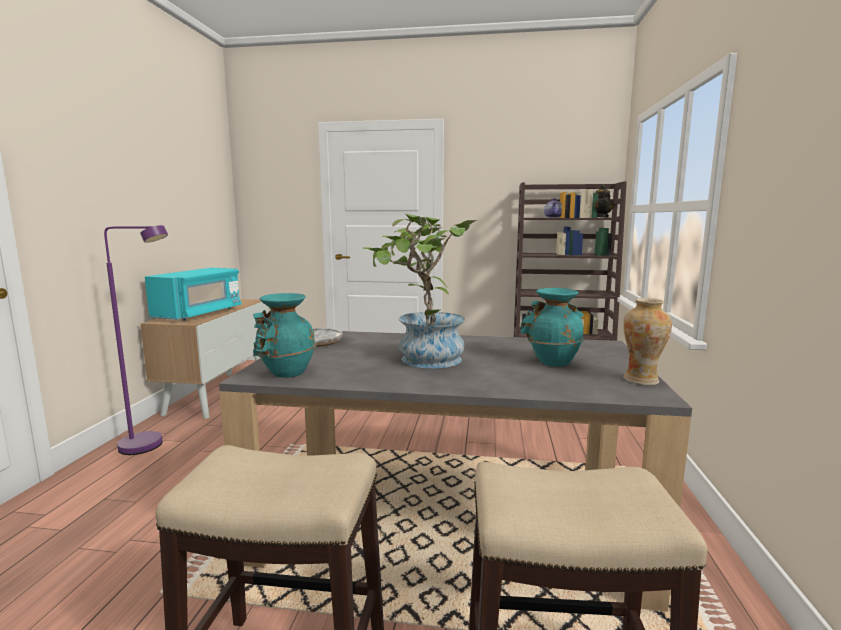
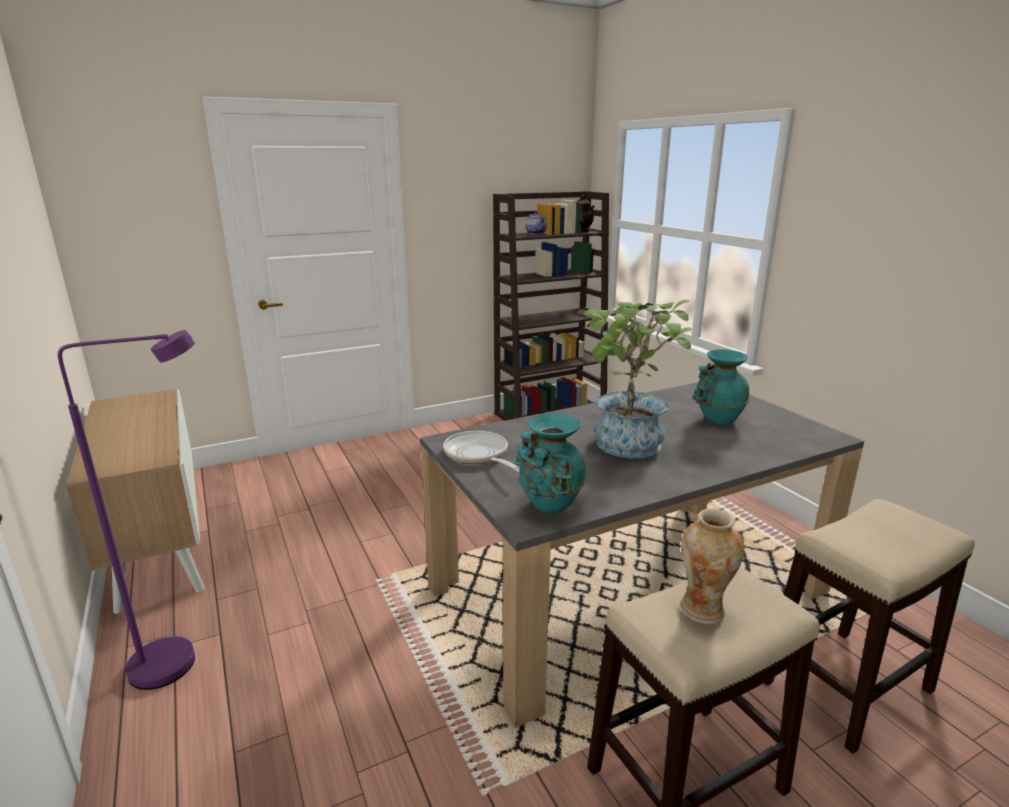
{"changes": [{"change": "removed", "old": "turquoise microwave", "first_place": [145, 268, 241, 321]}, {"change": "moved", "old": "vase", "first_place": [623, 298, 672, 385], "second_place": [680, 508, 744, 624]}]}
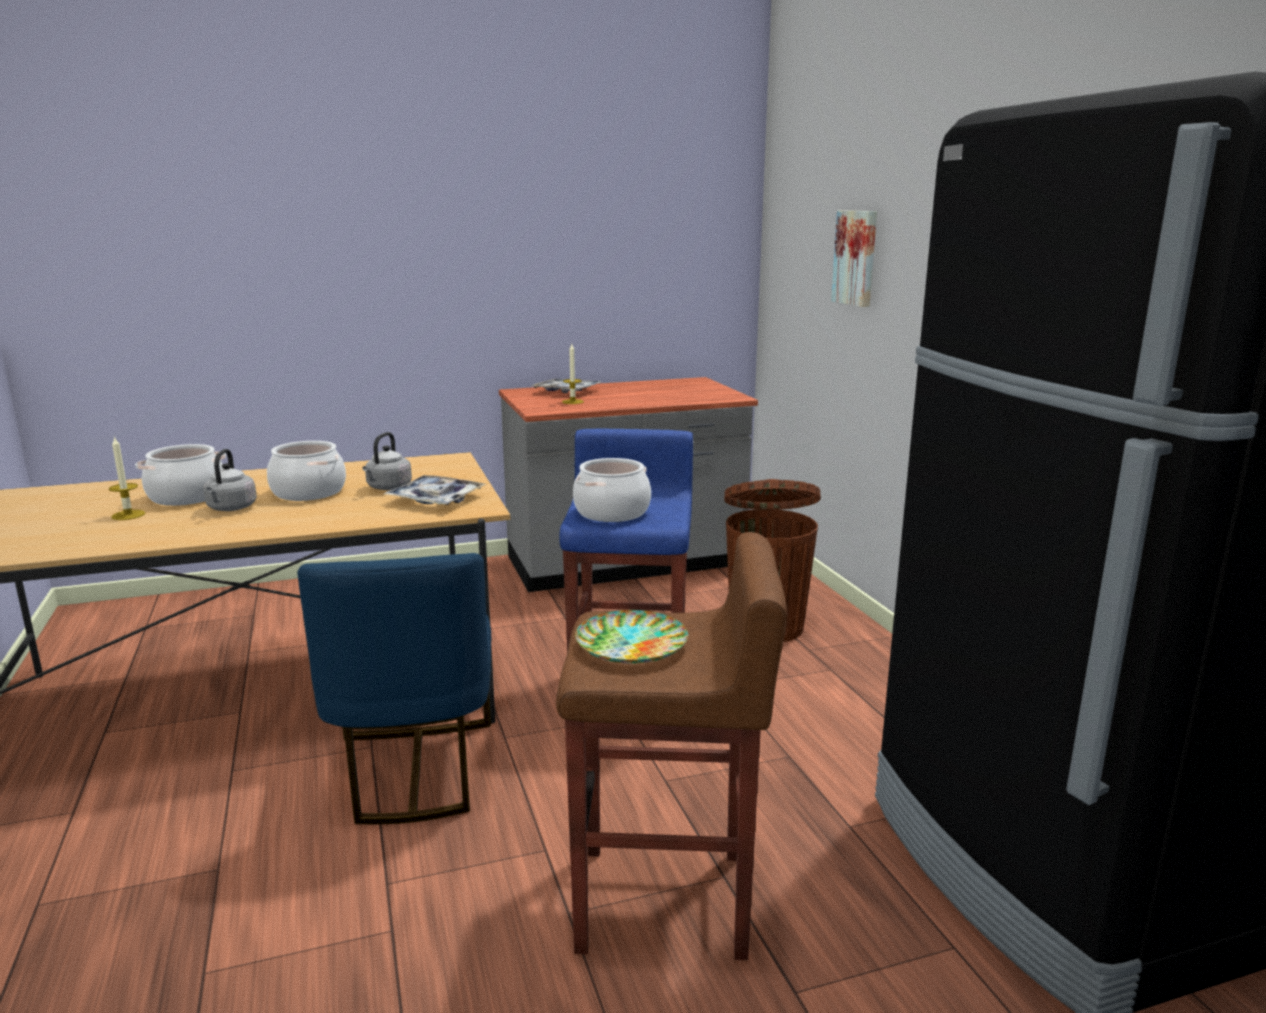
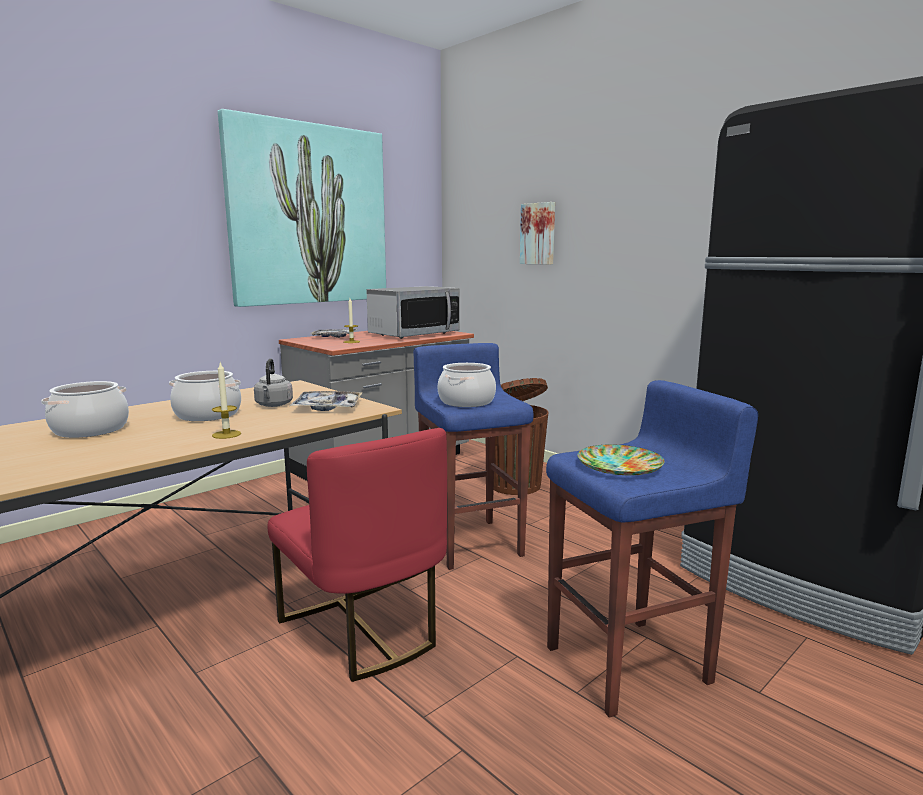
{"changes": [{"change": "removed", "old": "grey kettle", "first_place": [203, 449, 257, 511]}, {"change": "added", "new": "picture", "second_place": [218, 109, 386, 307]}, {"change": "added", "new": "microwave", "second_place": [366, 286, 460, 339]}, {"change": "moved", "old": "candle", "first_place": [109, 436, 145, 520], "second_place": [212, 363, 241, 439]}, {"change": "recoloured", "old": "blue chair", "new": "red chair", "first_place": [297, 553, 491, 824], "second_place": [268, 428, 447, 682]}, {"change": "recoloured", "old": "brown stool", "new": "blue stool", "first_place": [556, 532, 787, 960], "second_place": [546, 380, 758, 718]}]}
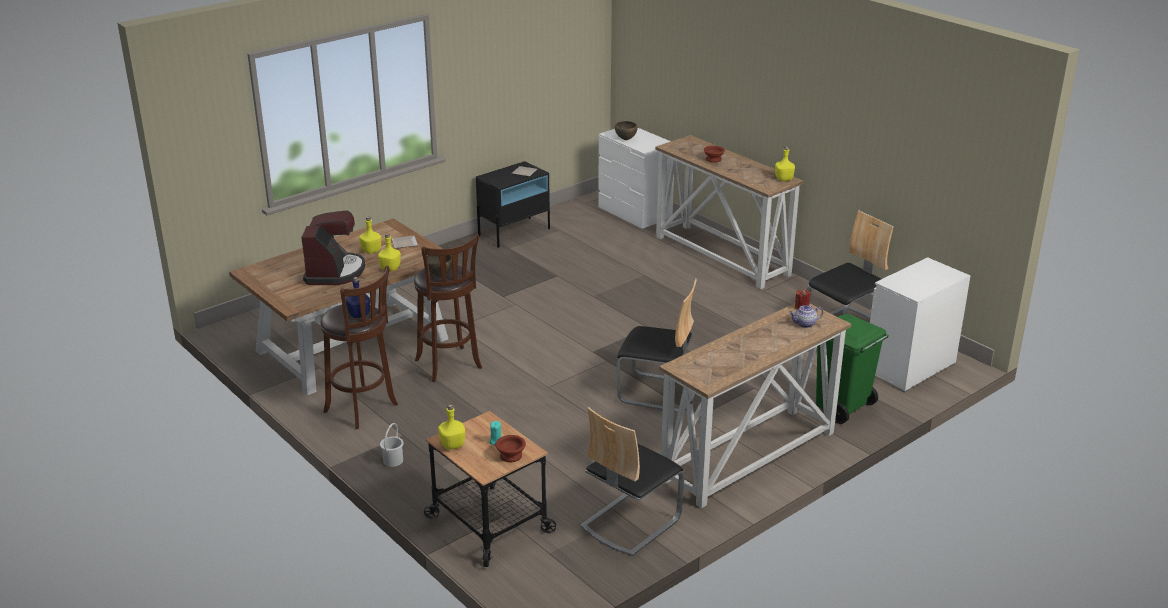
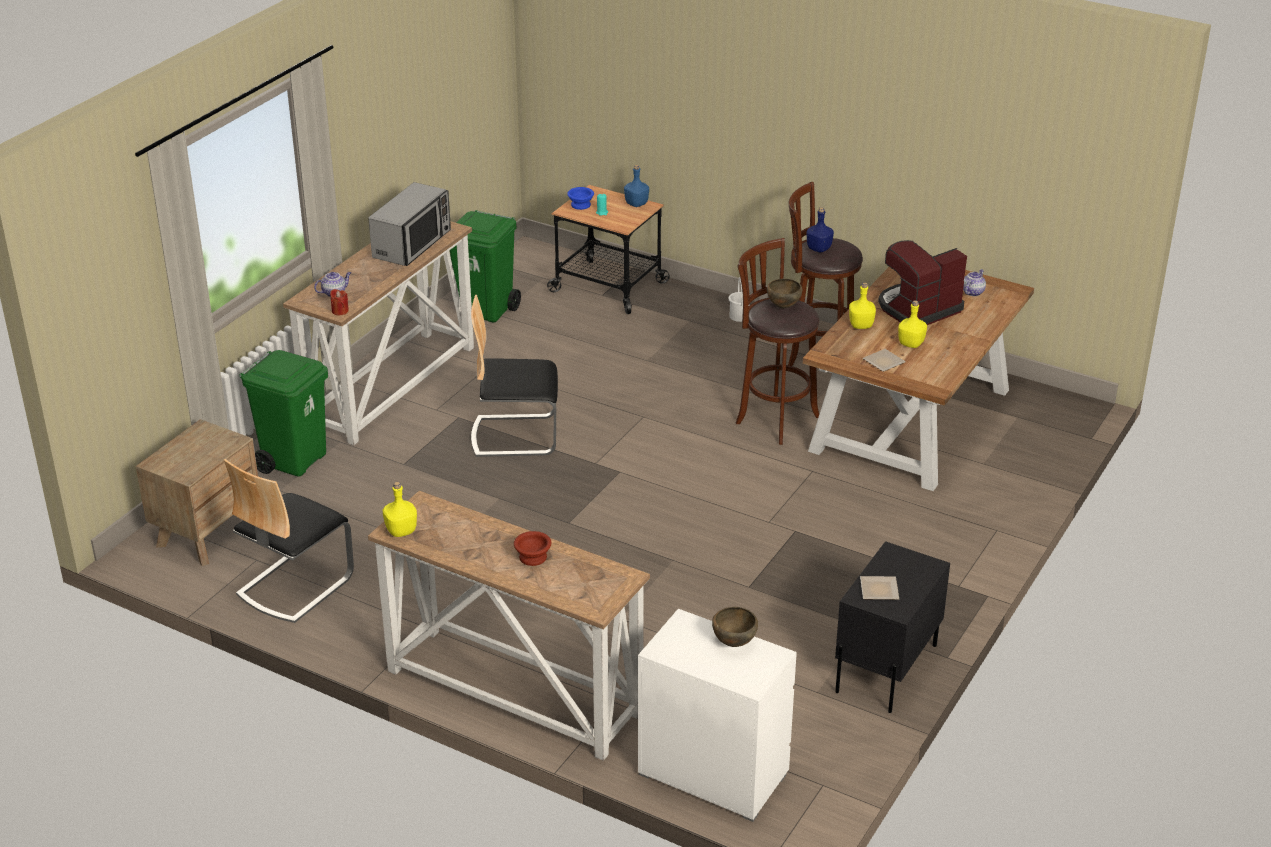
{"changes": [{"change": "added", "new": "microwave", "second_place": [368, 182, 451, 266]}, {"change": "added", "new": "teapot", "second_place": [963, 269, 986, 296]}, {"change": "replaced", "old": "chair", "new": "green trash can", "first_place": [581, 407, 684, 556], "second_place": [450, 210, 521, 322]}, {"change": "replaced", "old": "white dresser", "new": "brown nightstand", "first_place": [870, 257, 971, 393], "second_place": [136, 419, 258, 566]}, {"change": "recoloured", "old": "yellow bottle", "new": "blue bottle", "first_place": [438, 404, 465, 450], "second_place": [624, 165, 649, 207]}, {"change": "recoloured", "old": "brown bowl", "new": "blue bowl", "first_place": [496, 435, 526, 462], "second_place": [567, 187, 594, 210]}, {"change": "turned", "old": "coffee machine", "first_place": [301, 211, 365, 285], "second_place": [878, 240, 967, 325], "degrees": 75}]}
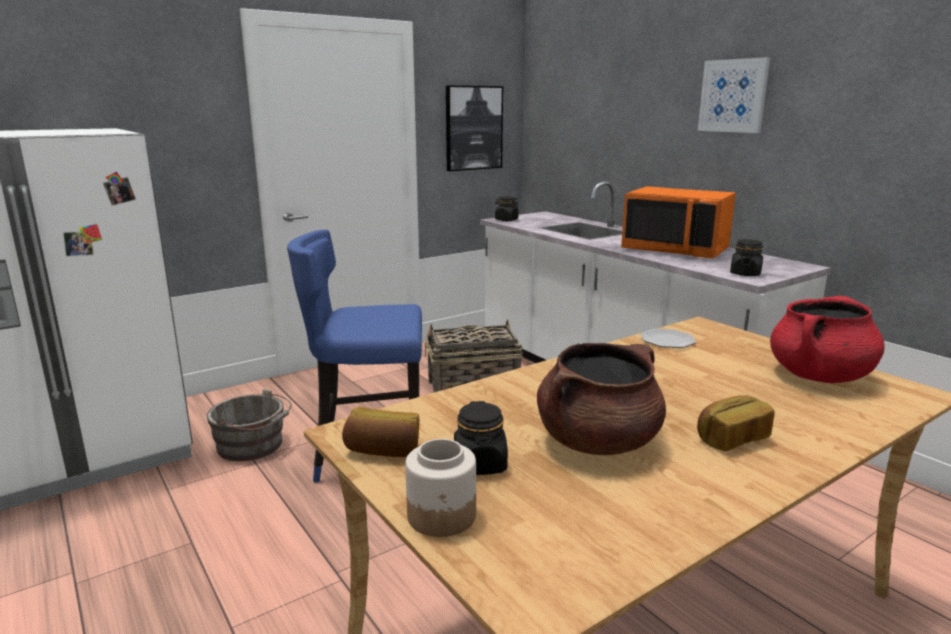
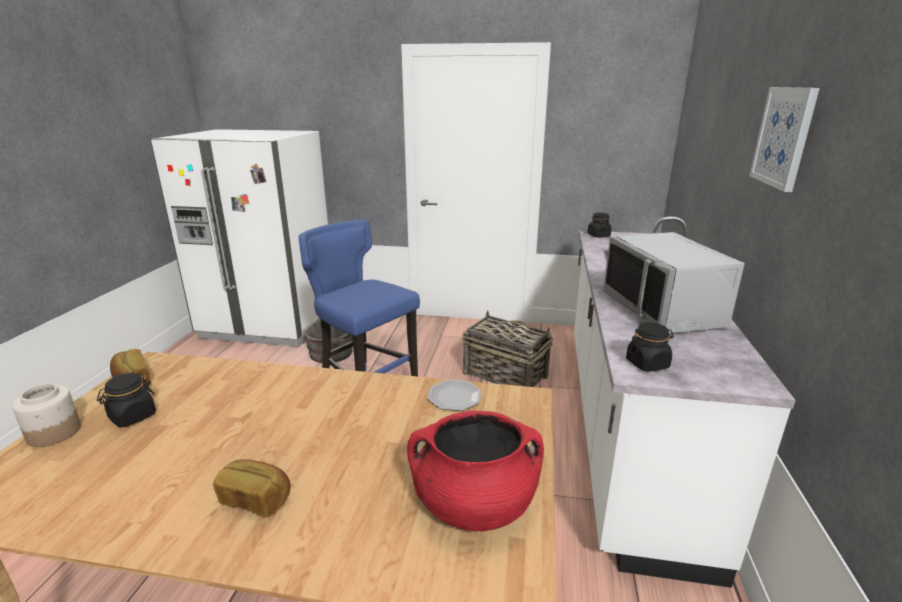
{"changes": [{"change": "removed", "old": "picture", "first_place": [446, 86, 503, 171]}, {"change": "removed", "old": "brown cooking pot", "first_place": [537, 343, 666, 455]}, {"change": "recoloured", "old": "orange microwave", "new": "grey microwave", "first_place": [621, 186, 736, 258], "second_place": [603, 232, 745, 333]}]}
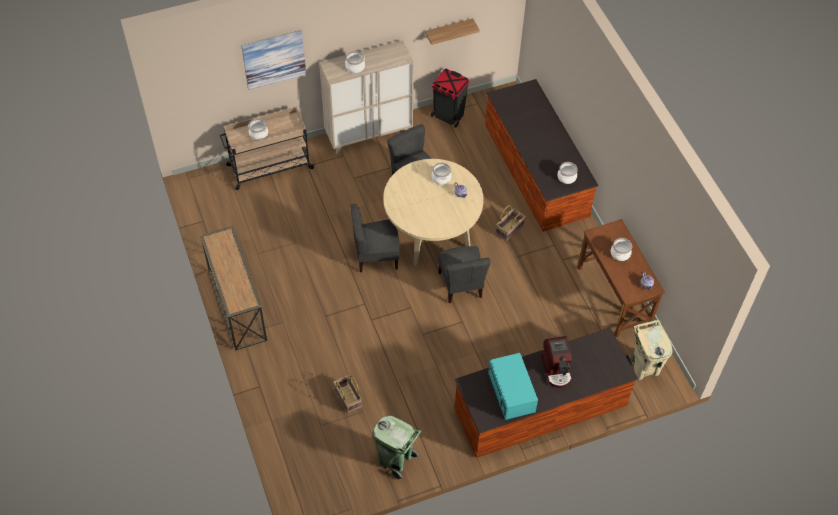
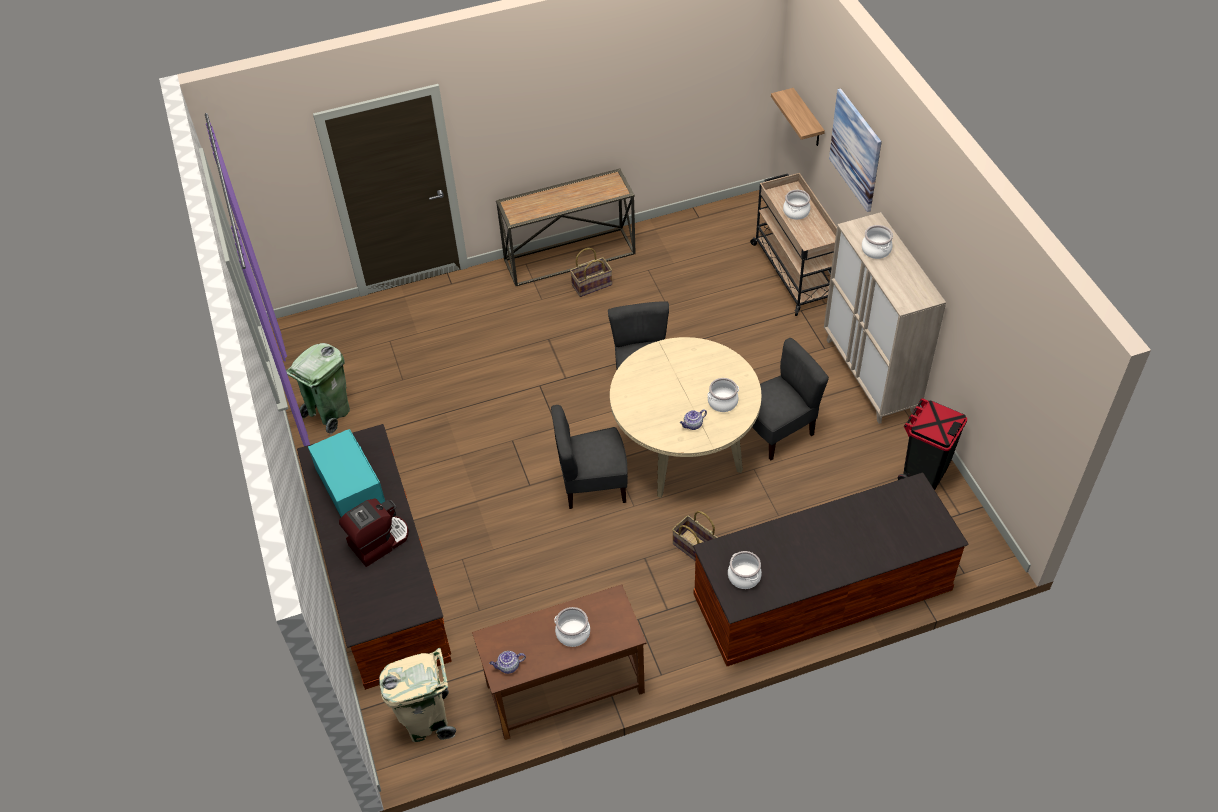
{"changes": [{"change": "moved", "old": "basket", "first_place": [333, 375, 362, 413], "second_place": [570, 248, 612, 297]}, {"change": "moved", "old": "shelf", "first_place": [425, 18, 480, 45], "second_place": [771, 88, 825, 146]}, {"change": "turned", "old": "turquoise microwave", "first_place": [488, 353, 538, 420], "second_place": [308, 429, 385, 517], "degrees": 75}, {"change": "turned", "old": "coffee machine", "first_place": [541, 336, 572, 388], "second_place": [339, 498, 409, 567], "degrees": 150}]}
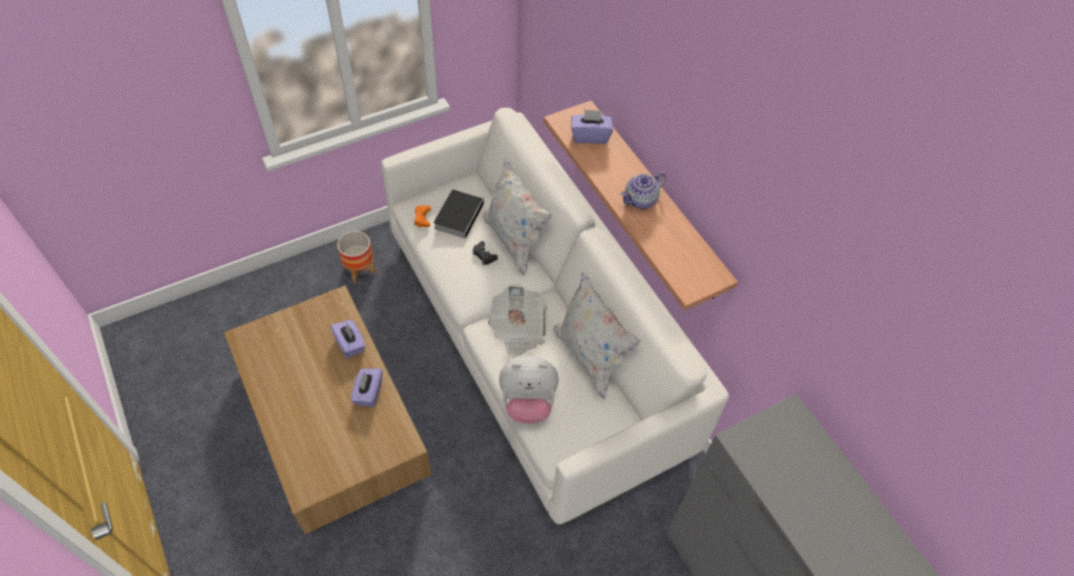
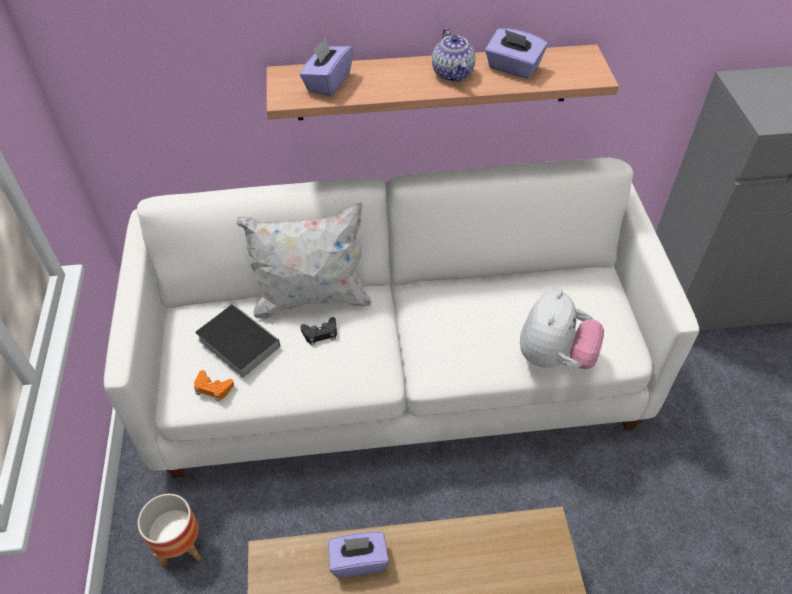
{"changes": [{"change": "removed", "old": "newspaper", "first_place": [488, 284, 547, 358]}, {"change": "removed", "old": "white pillow", "first_place": [553, 271, 641, 400]}, {"change": "moved", "old": "purple tissue box", "first_place": [351, 368, 382, 407], "second_place": [485, 28, 547, 79]}]}
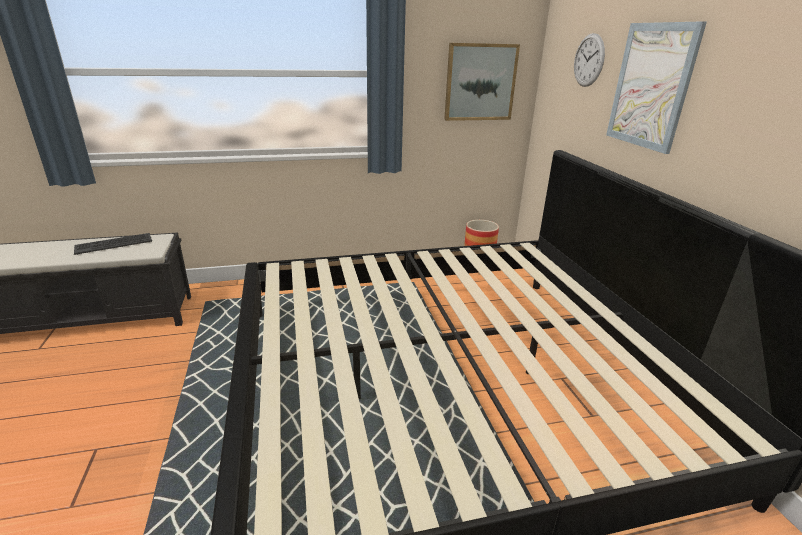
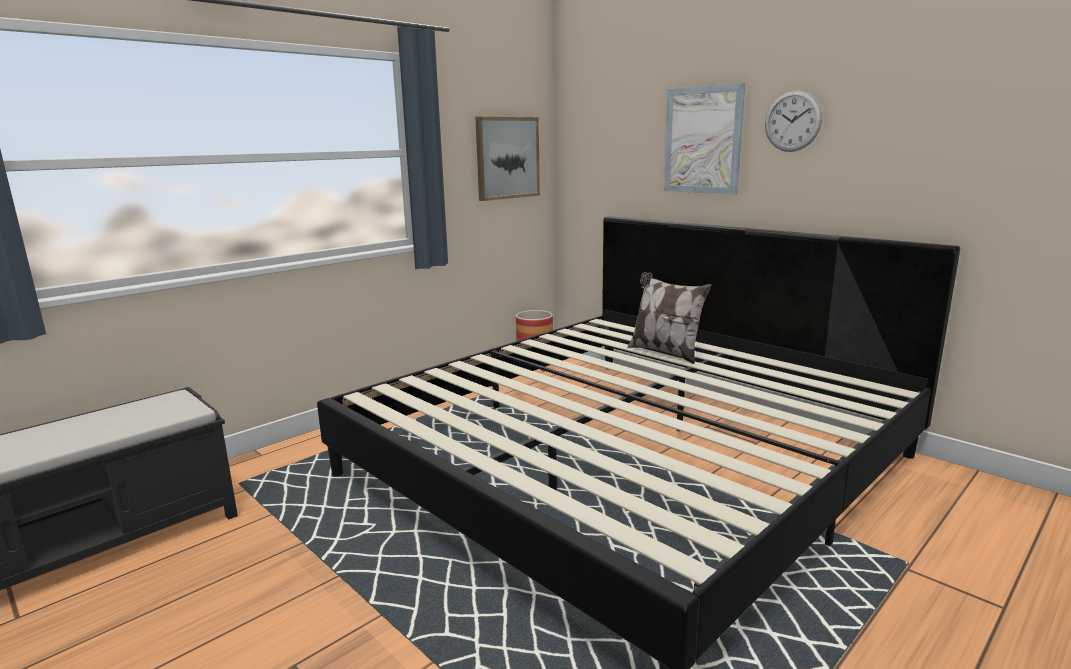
{"changes": [{"change": "removed", "old": "keyboard", "first_place": [74, 233, 152, 255]}, {"change": "added", "new": "pillow", "second_place": [627, 272, 711, 364]}, {"change": "moved", "old": "wall clock", "first_place": [574, 33, 605, 87], "second_place": [765, 90, 822, 152]}]}
